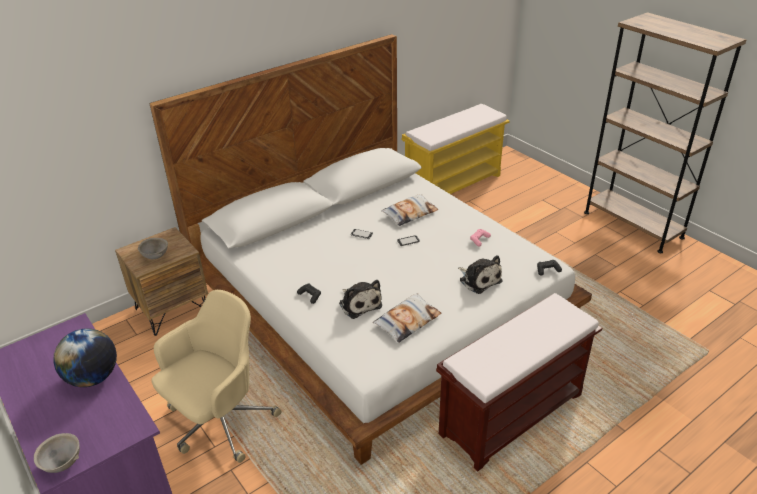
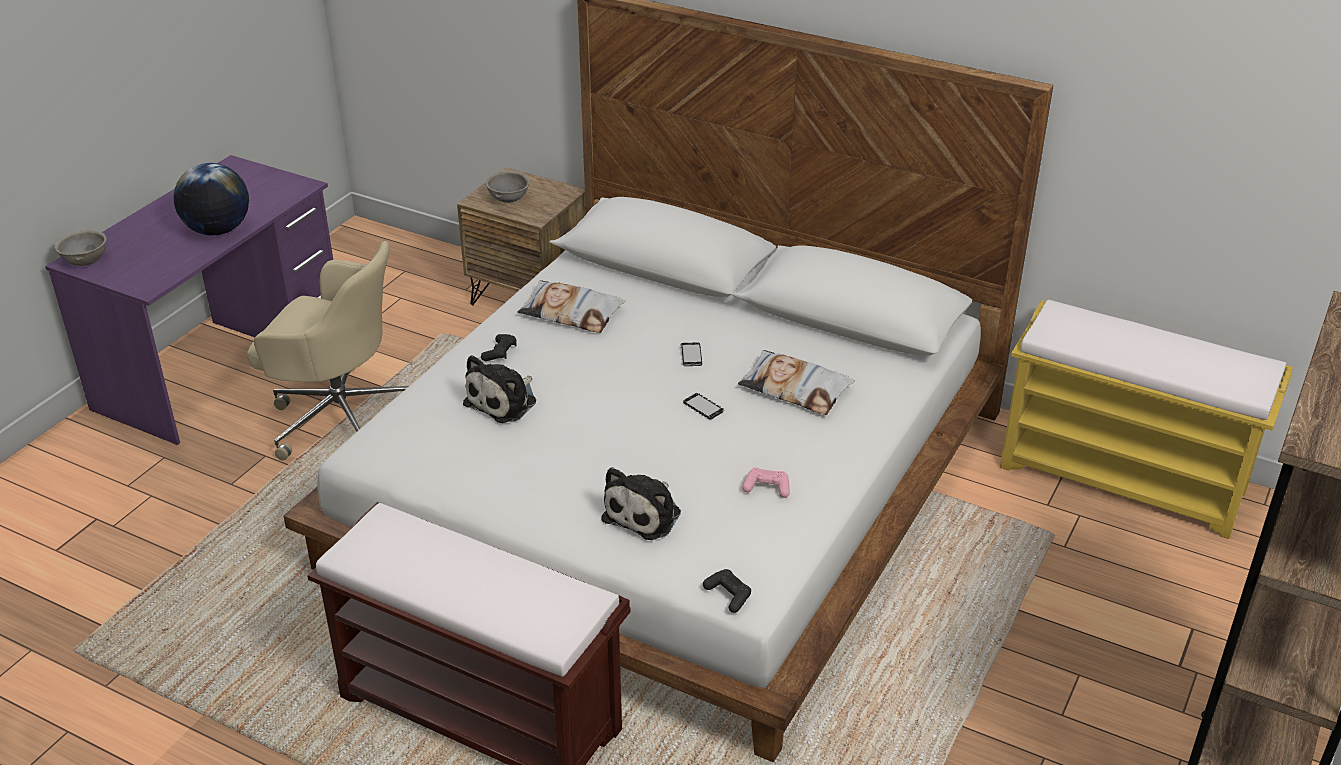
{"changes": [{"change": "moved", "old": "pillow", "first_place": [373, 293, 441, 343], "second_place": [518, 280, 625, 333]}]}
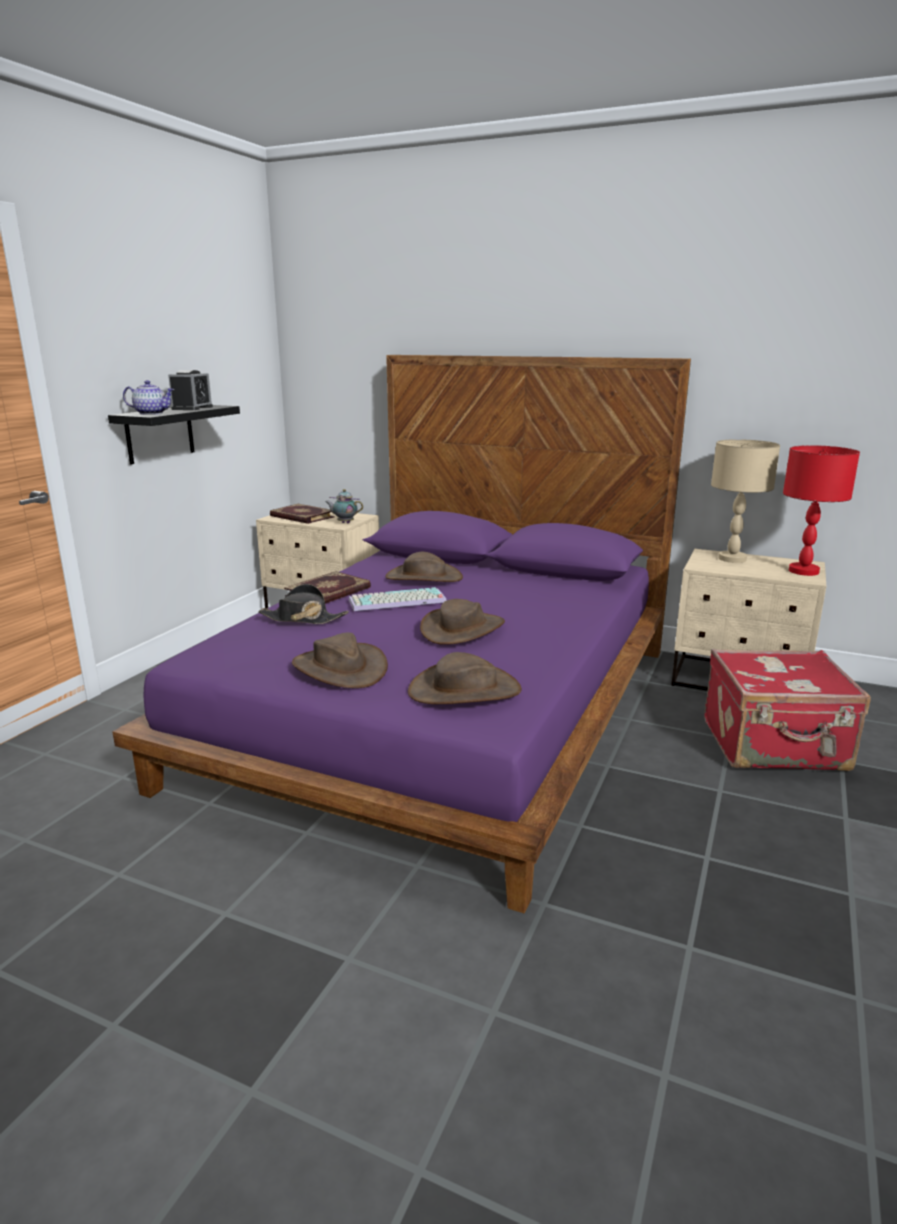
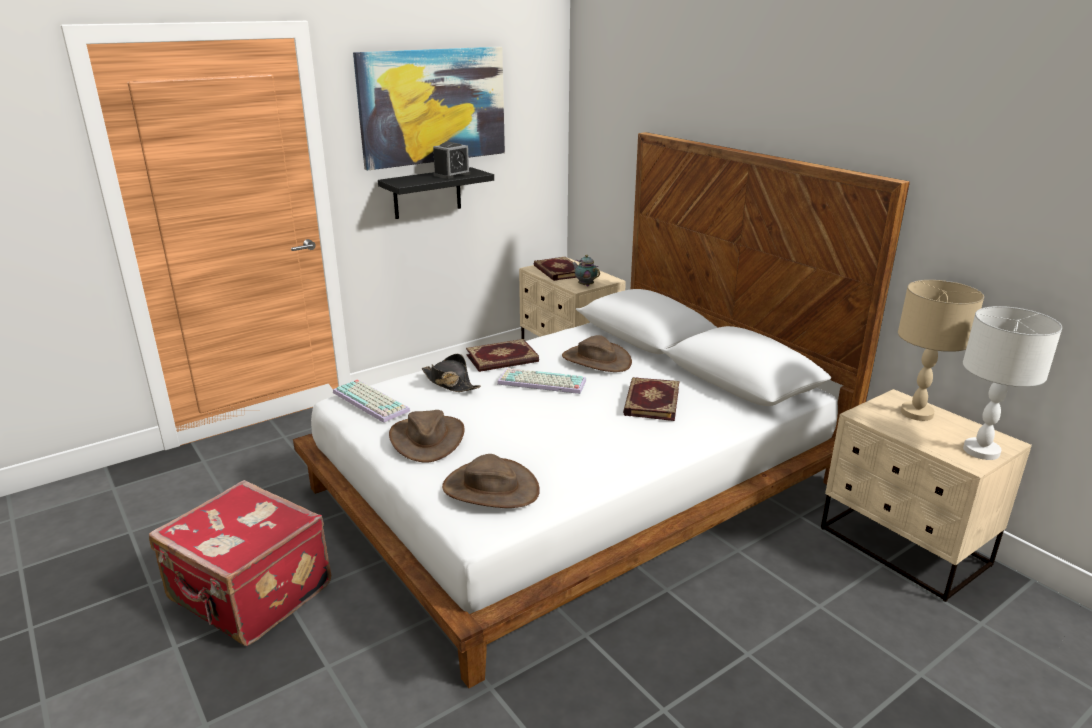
{"changes": [{"change": "removed", "old": "teapot", "first_place": [123, 380, 175, 415]}, {"change": "removed", "old": "brown hat", "first_place": [420, 599, 505, 645]}, {"change": "added", "new": "keyboard", "second_place": [333, 380, 410, 423]}, {"change": "added", "new": "picture", "second_place": [353, 47, 505, 171]}, {"change": "added", "new": "book", "second_place": [623, 377, 679, 421]}, {"change": "moved", "old": "red suitcase", "first_place": [704, 649, 871, 771], "second_place": [149, 480, 331, 646]}, {"change": "recoloured", "old": "purple bed", "new": "white bed", "first_place": [112, 355, 691, 913], "second_place": [293, 132, 910, 688]}, {"change": "recoloured", "old": "red table lamp", "new": "white table lamp", "first_place": [783, 445, 860, 576], "second_place": [963, 306, 1062, 460]}]}
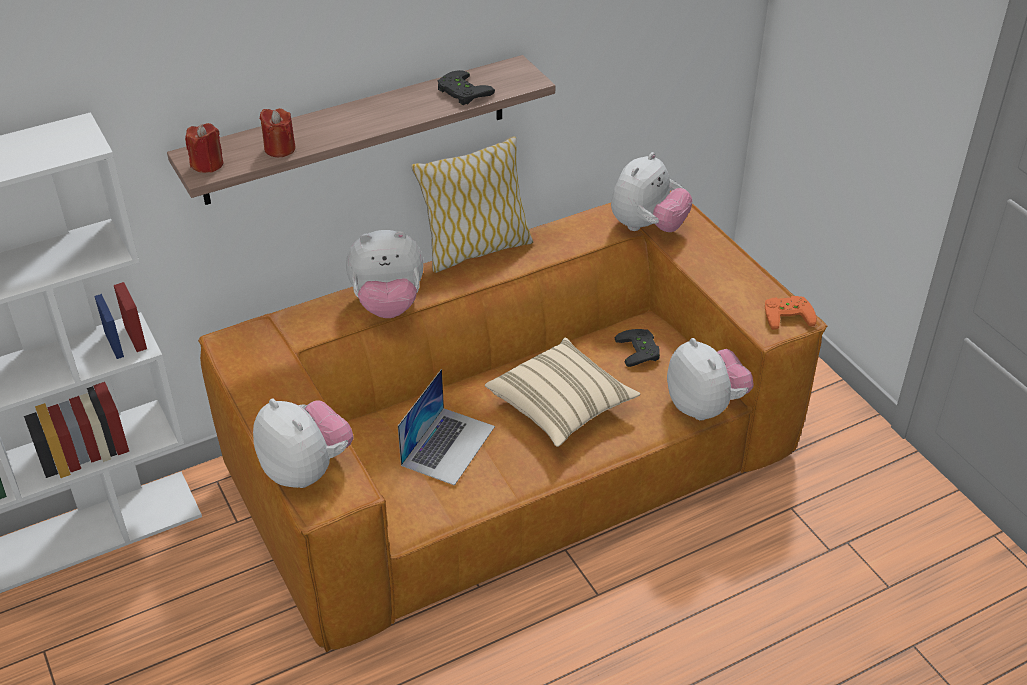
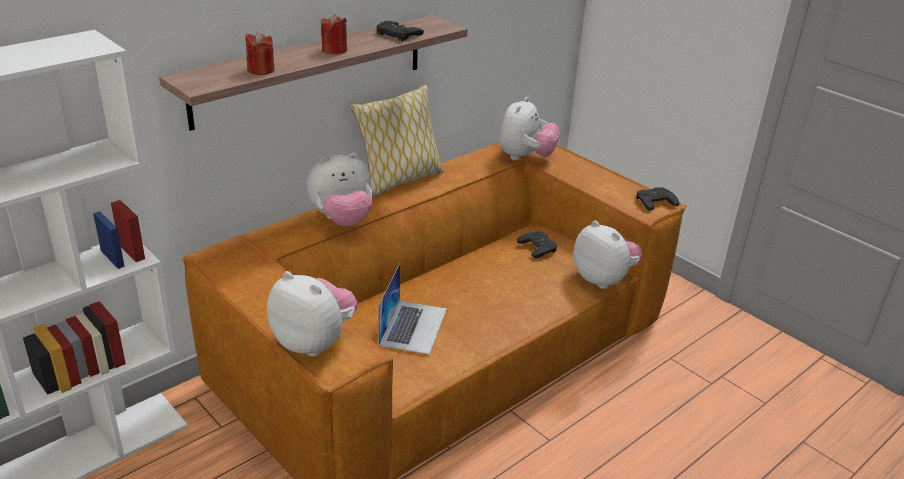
{"changes": [{"change": "removed", "old": "beige pillow", "first_place": [485, 337, 640, 447]}, {"change": "moved", "old": "red candle", "first_place": [185, 123, 223, 173], "second_place": [321, 14, 347, 54]}, {"change": "recoloured", "old": "orange game controller", "new": "black game controller", "first_place": [765, 296, 817, 330], "second_place": [636, 187, 679, 211]}]}
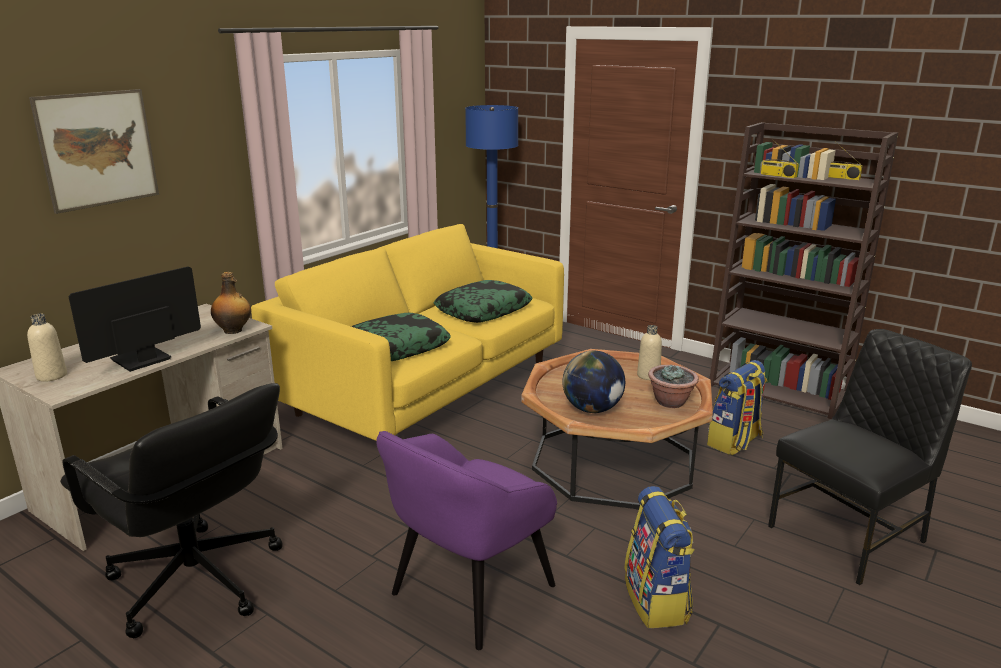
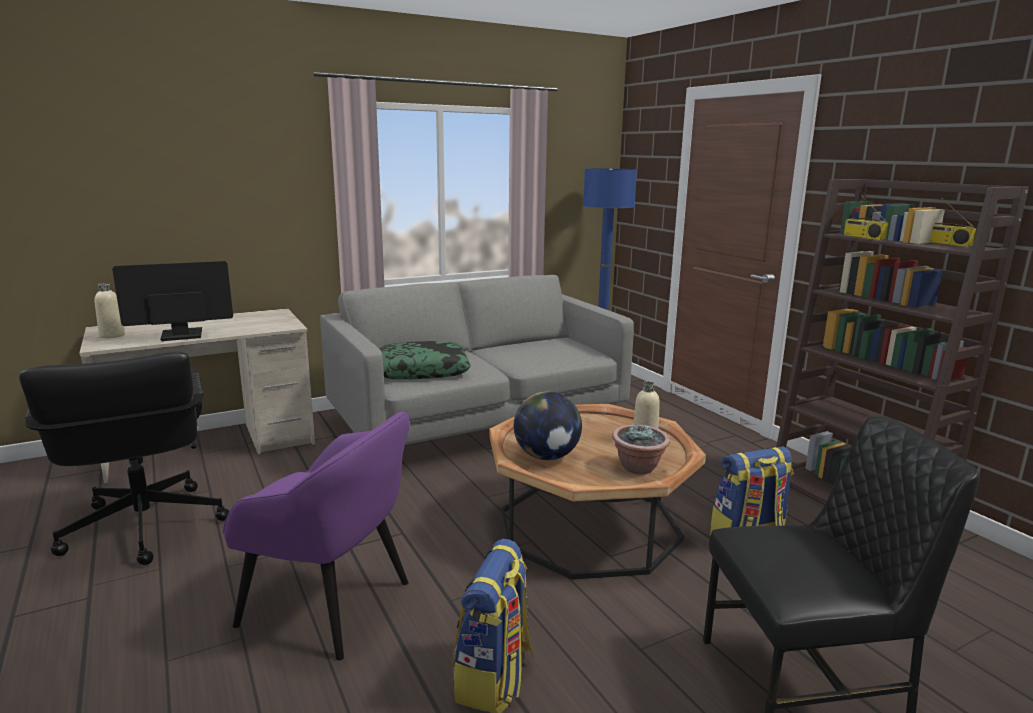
{"changes": [{"change": "removed", "old": "picture", "first_place": [29, 89, 159, 214]}, {"change": "removed", "old": "bottle", "first_place": [211, 272, 251, 334]}, {"change": "removed", "old": "pillow", "first_place": [434, 280, 533, 323]}, {"change": "recoloured", "old": "yellow sofa", "new": "grey sofa", "first_place": [251, 224, 564, 441], "second_place": [320, 275, 634, 445]}, {"change": "turned", "old": "purple armchair", "first_place": [376, 431, 557, 650], "second_place": [222, 412, 410, 661], "degrees": -135}]}
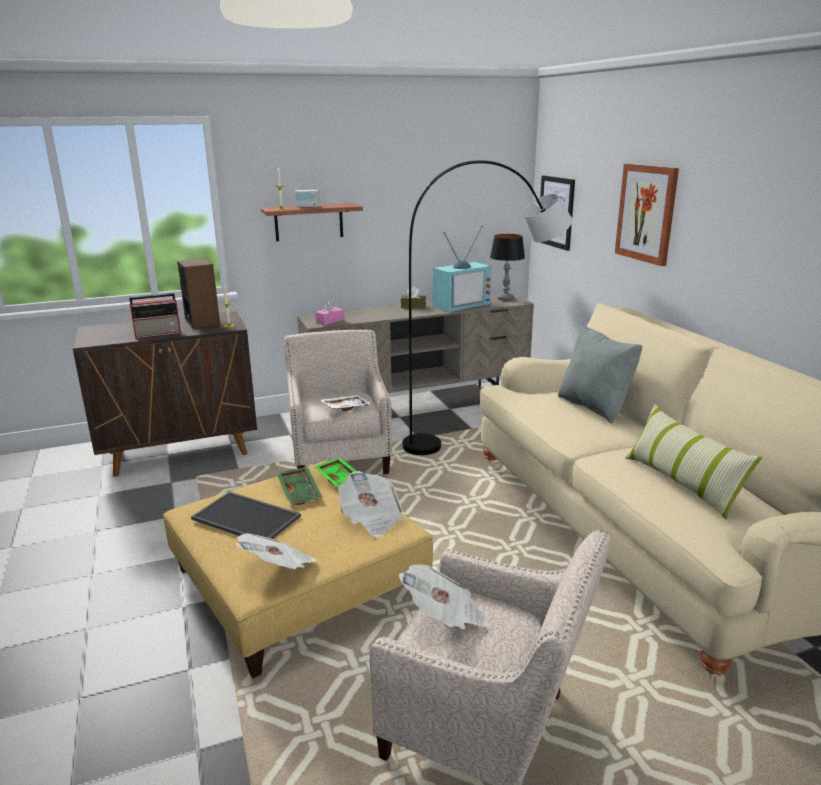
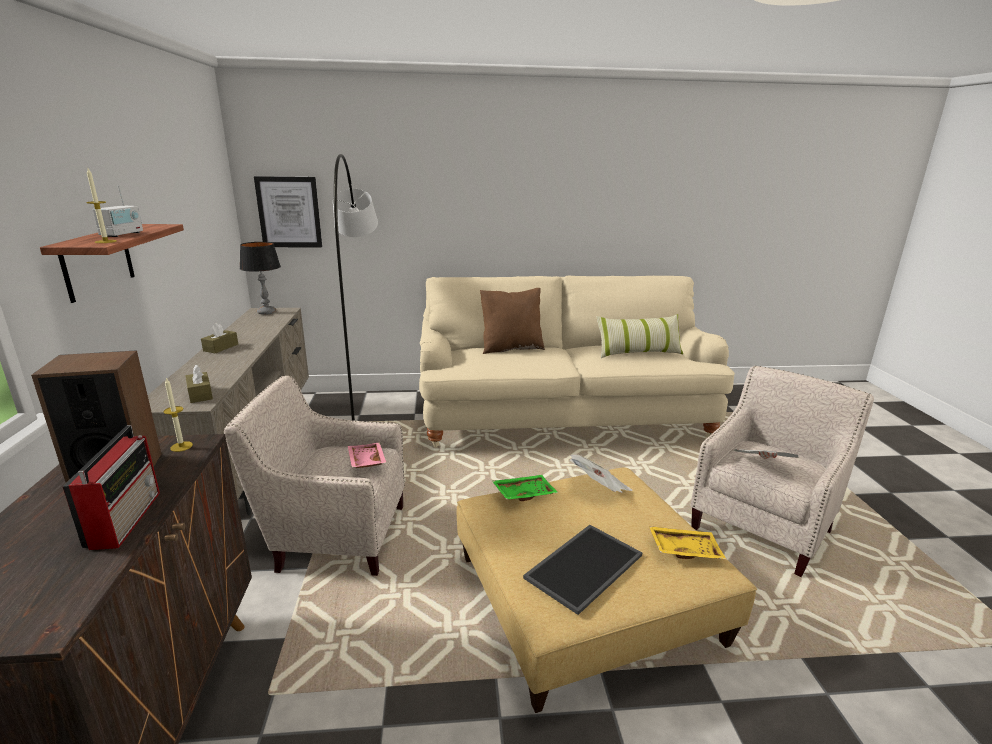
{"changes": [{"change": "removed", "old": "green tray", "first_place": [277, 467, 322, 505]}, {"change": "removed", "old": "television", "first_place": [433, 225, 491, 312]}, {"change": "removed", "old": "picture", "first_place": [615, 164, 679, 266]}, {"change": "replaced", "old": "newspaper", "new": "yellow tray", "first_place": [235, 533, 317, 569], "second_place": [649, 526, 727, 560]}, {"change": "recoloured", "old": "pink tissue box", "new": "brown tissue box", "first_place": [315, 300, 344, 325], "second_place": [185, 365, 213, 403]}, {"change": "recoloured", "old": "white tray", "new": "pink tray", "first_place": [320, 395, 371, 411], "second_place": [348, 443, 386, 468]}, {"change": "recoloured", "old": "grey pillow", "new": "brown pillow", "first_place": [558, 325, 642, 424], "second_place": [480, 288, 545, 354]}]}
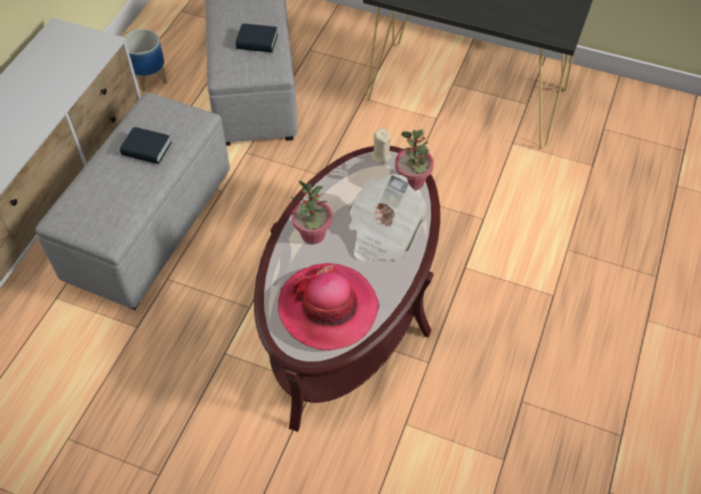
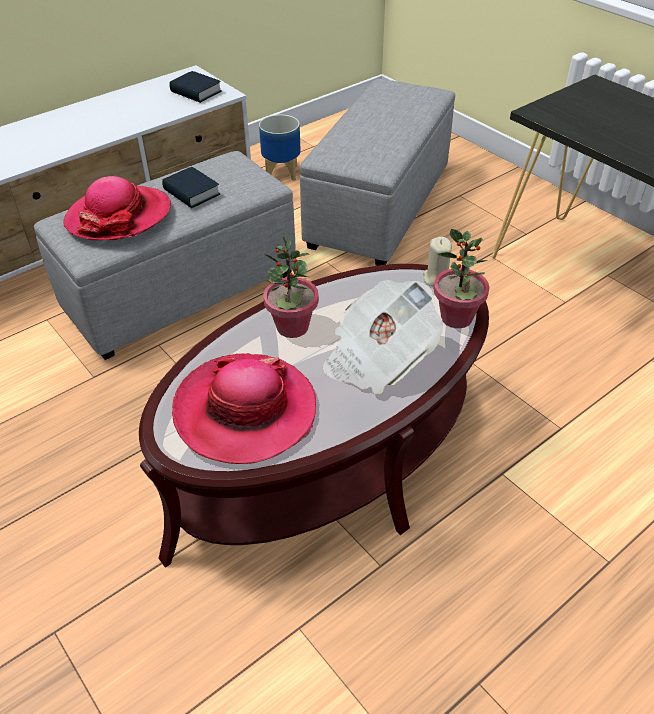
{"changes": [{"change": "added", "new": "hat", "second_place": [63, 176, 171, 240]}, {"change": "moved", "old": "book", "first_place": [235, 24, 278, 53], "second_place": [169, 71, 222, 103]}]}
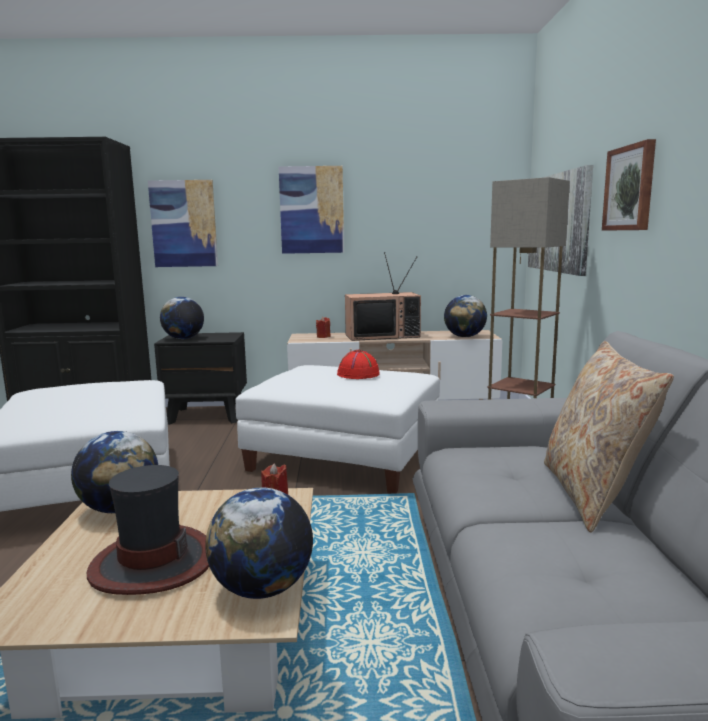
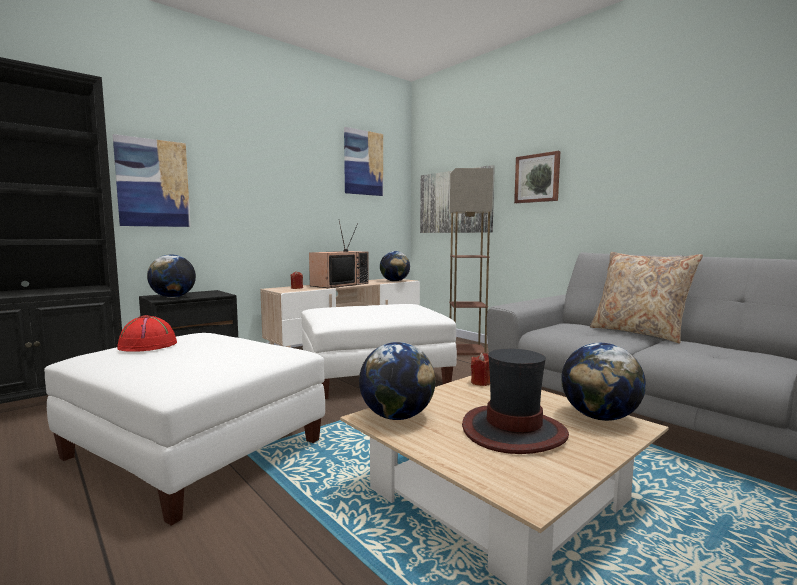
{"changes": [{"change": "moved", "old": "picture", "first_place": [279, 166, 344, 254], "second_place": [344, 127, 383, 196]}, {"change": "moved", "old": "red hat", "first_place": [337, 349, 380, 379], "second_place": [117, 315, 177, 352]}]}
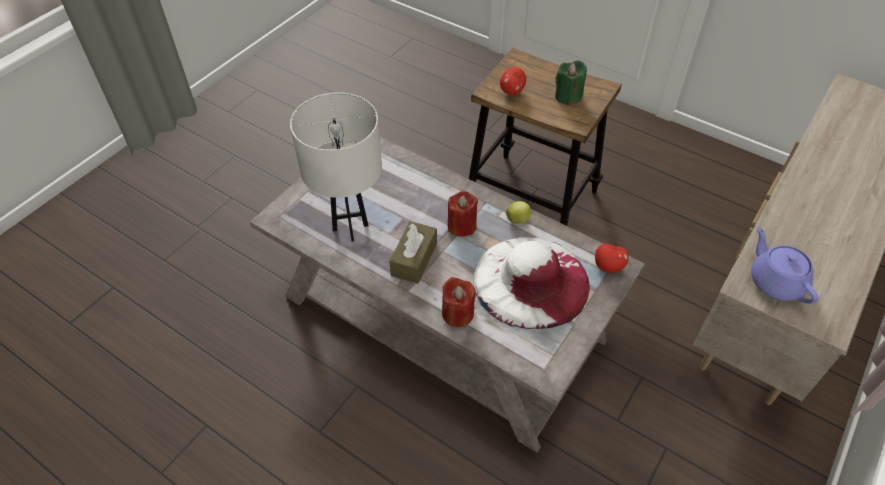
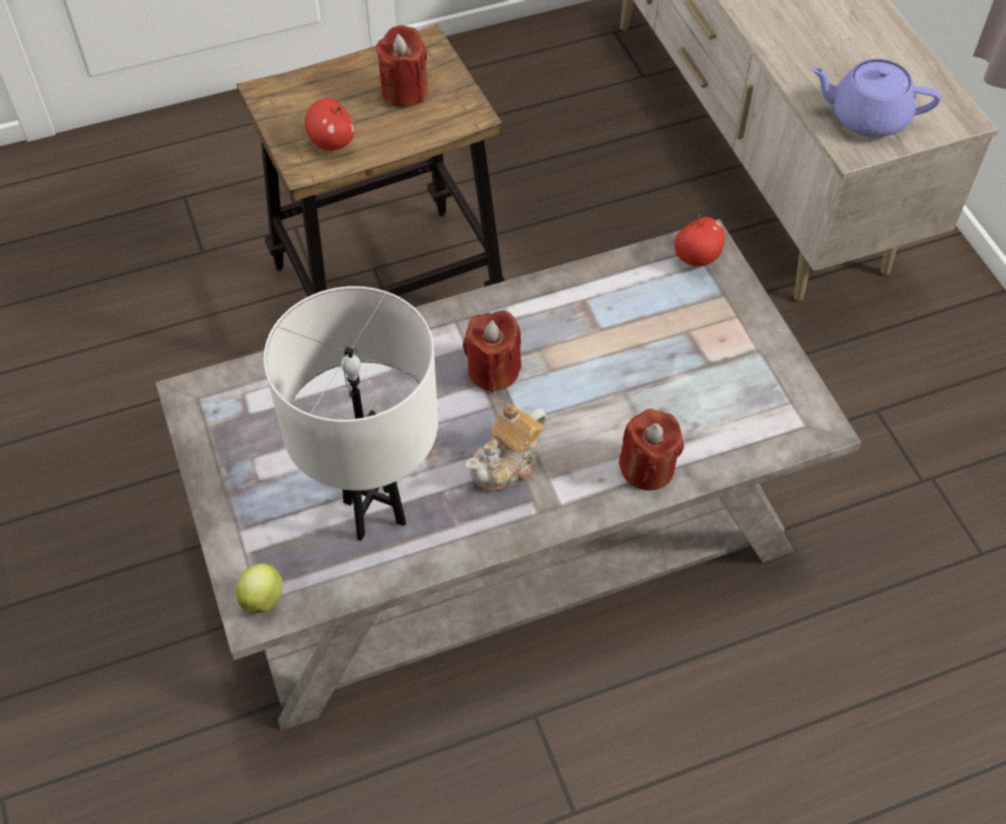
{"changes": [{"change": "removed", "old": "white hat", "first_place": [473, 237, 590, 329]}, {"change": "moved", "old": "apple", "first_place": [506, 201, 532, 224], "second_place": [236, 563, 283, 613]}, {"change": "replaced", "old": "brown tissue box", "new": "teapot", "first_place": [389, 221, 437, 284], "second_place": [466, 404, 547, 492]}, {"change": "recoloured", "old": "green candle", "new": "red candle", "first_place": [555, 60, 587, 105], "second_place": [376, 25, 428, 107]}]}
